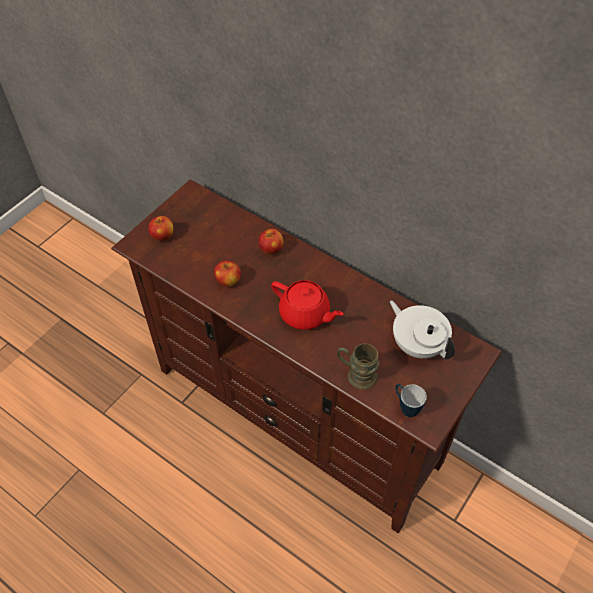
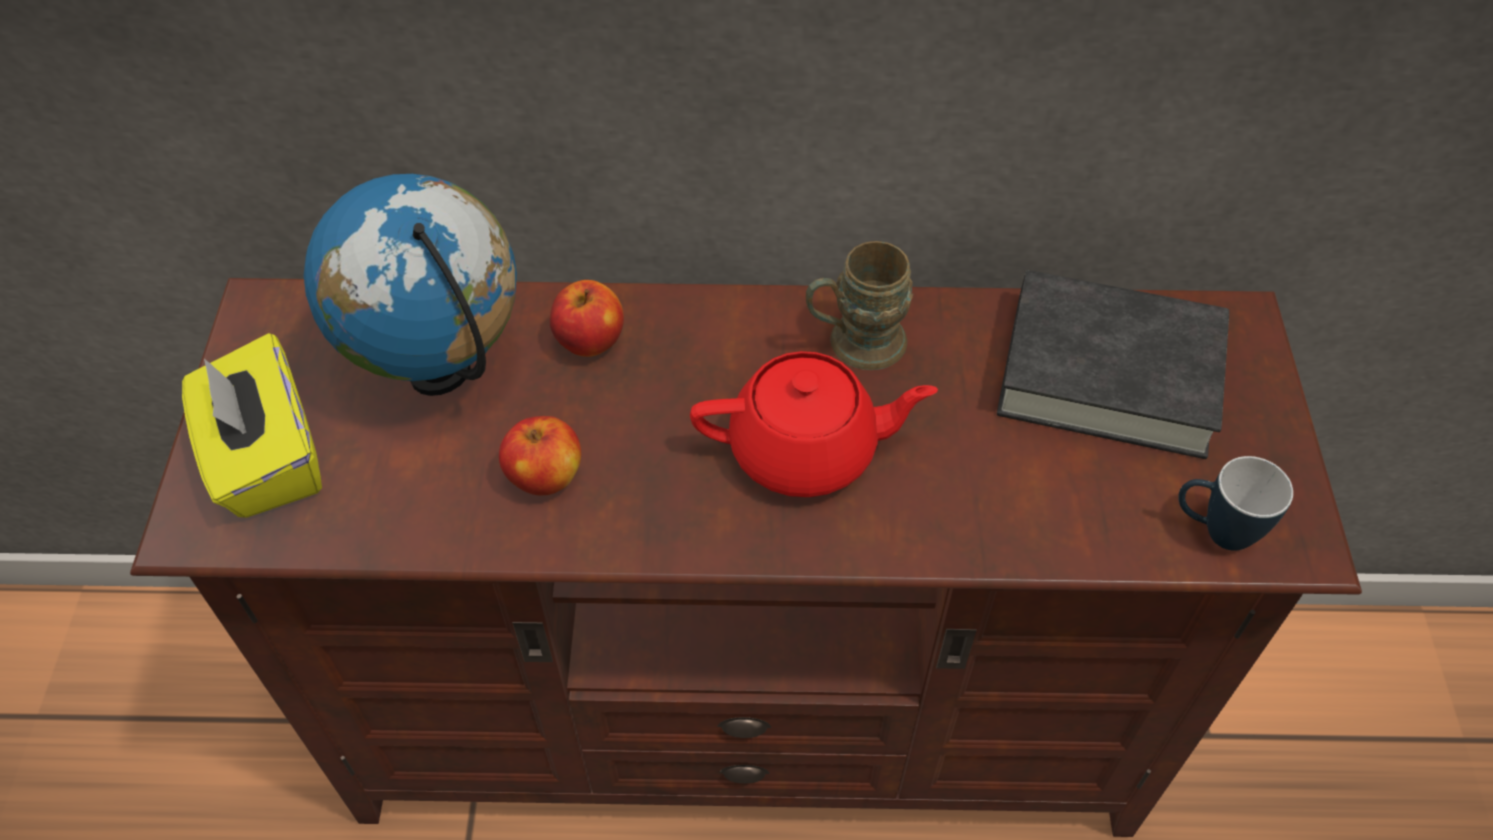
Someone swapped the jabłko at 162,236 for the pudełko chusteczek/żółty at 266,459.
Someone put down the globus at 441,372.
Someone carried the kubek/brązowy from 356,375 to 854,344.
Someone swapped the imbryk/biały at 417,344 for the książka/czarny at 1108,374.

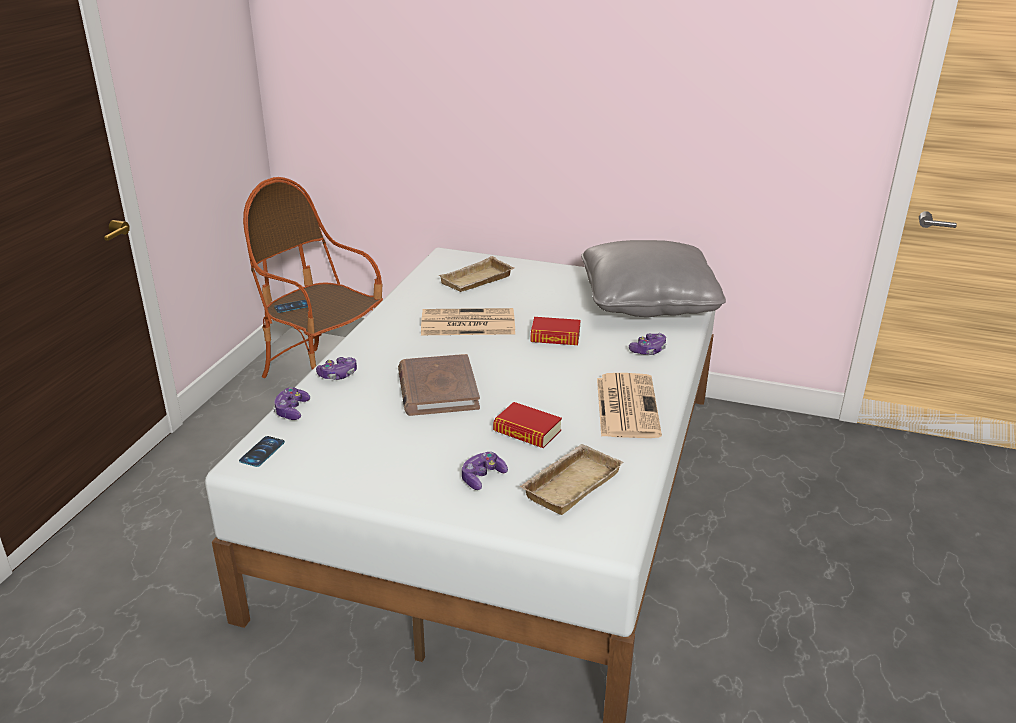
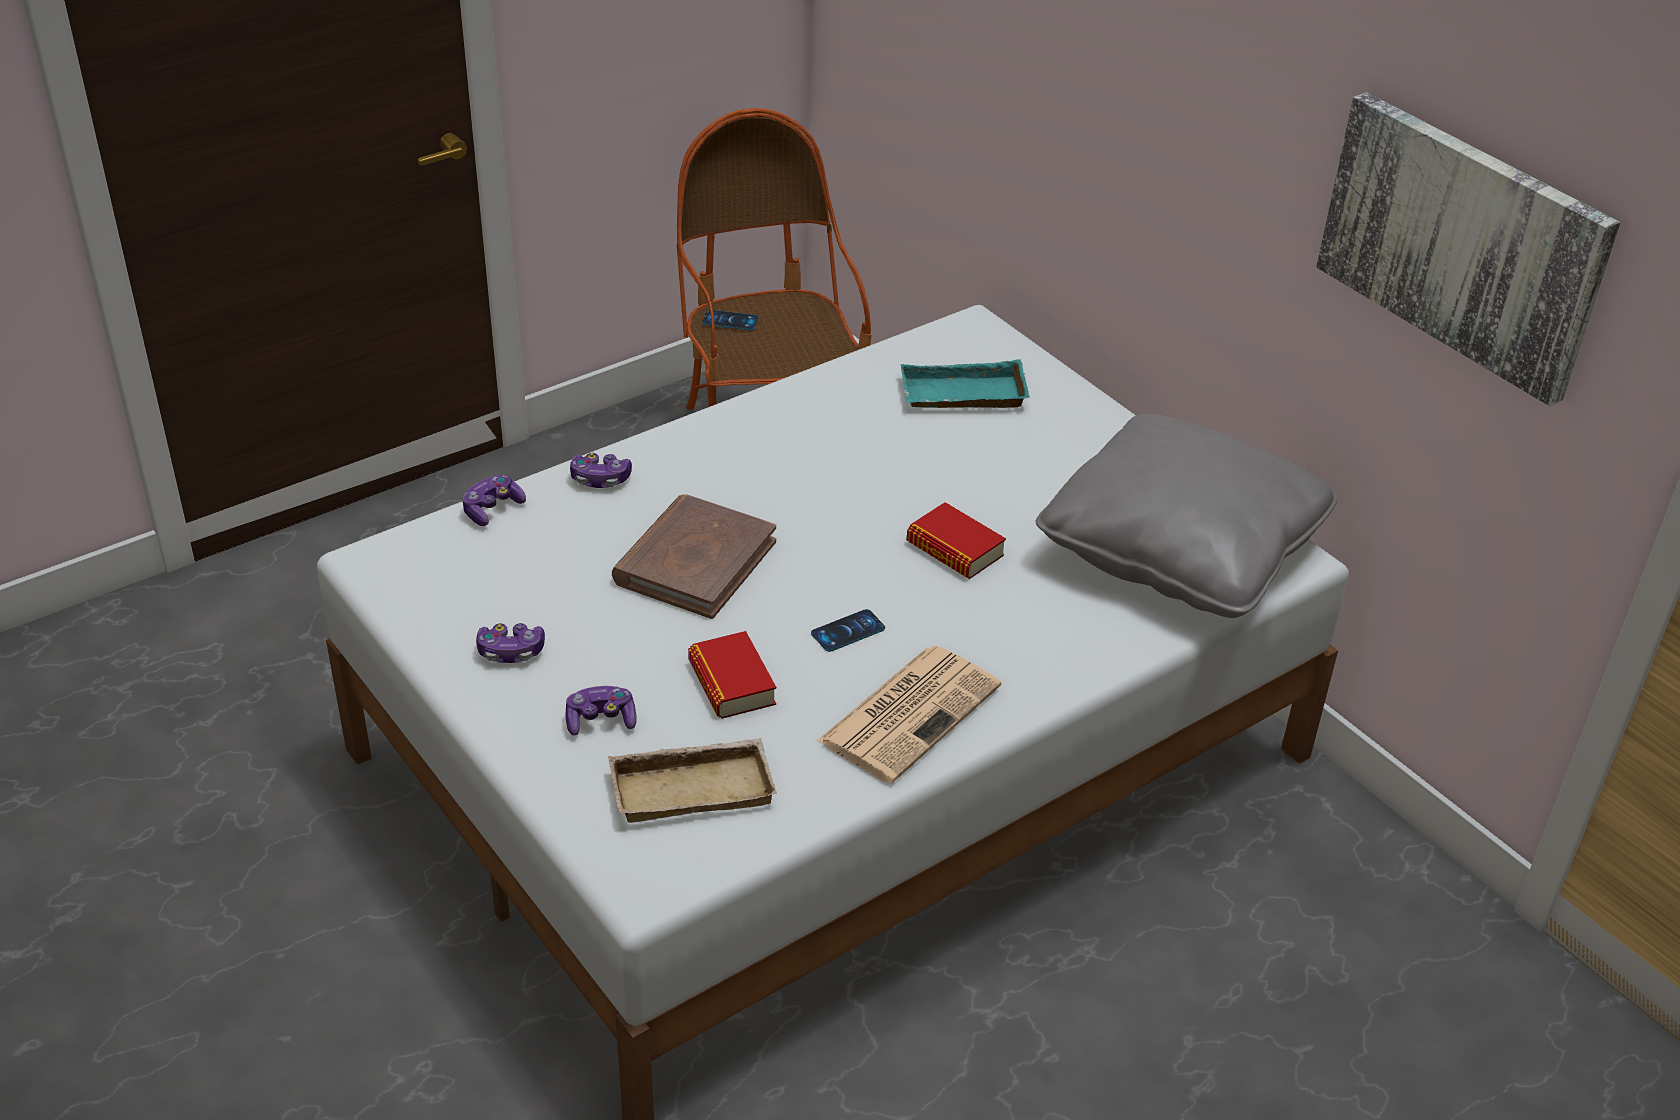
Someone carried the pad do gier from 648,350 to 511,652.
Someone carried the telefon from 262,452 to 848,631.
Someone repainted the taca/beżowy at 477,281, which became the taca/turkusowy at 961,396.
Someone put up the obraz at 1463,243.
Someone took away the gazeta at 466,323.

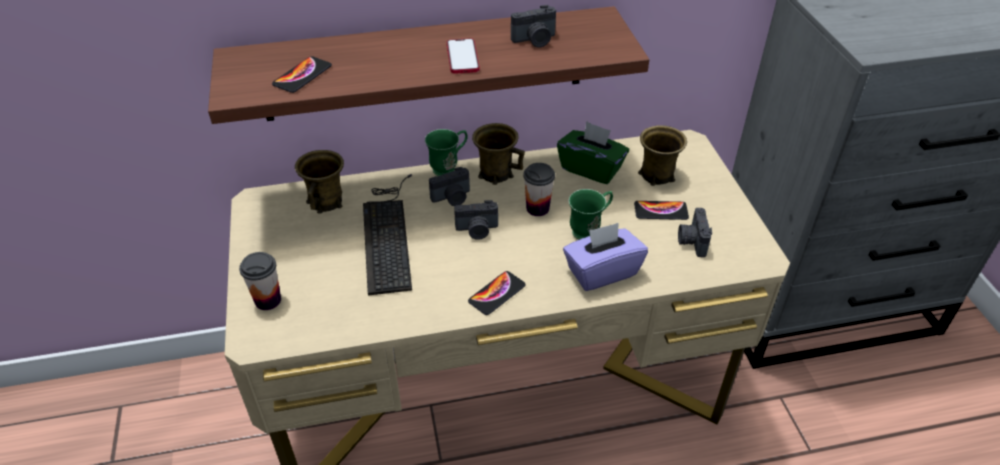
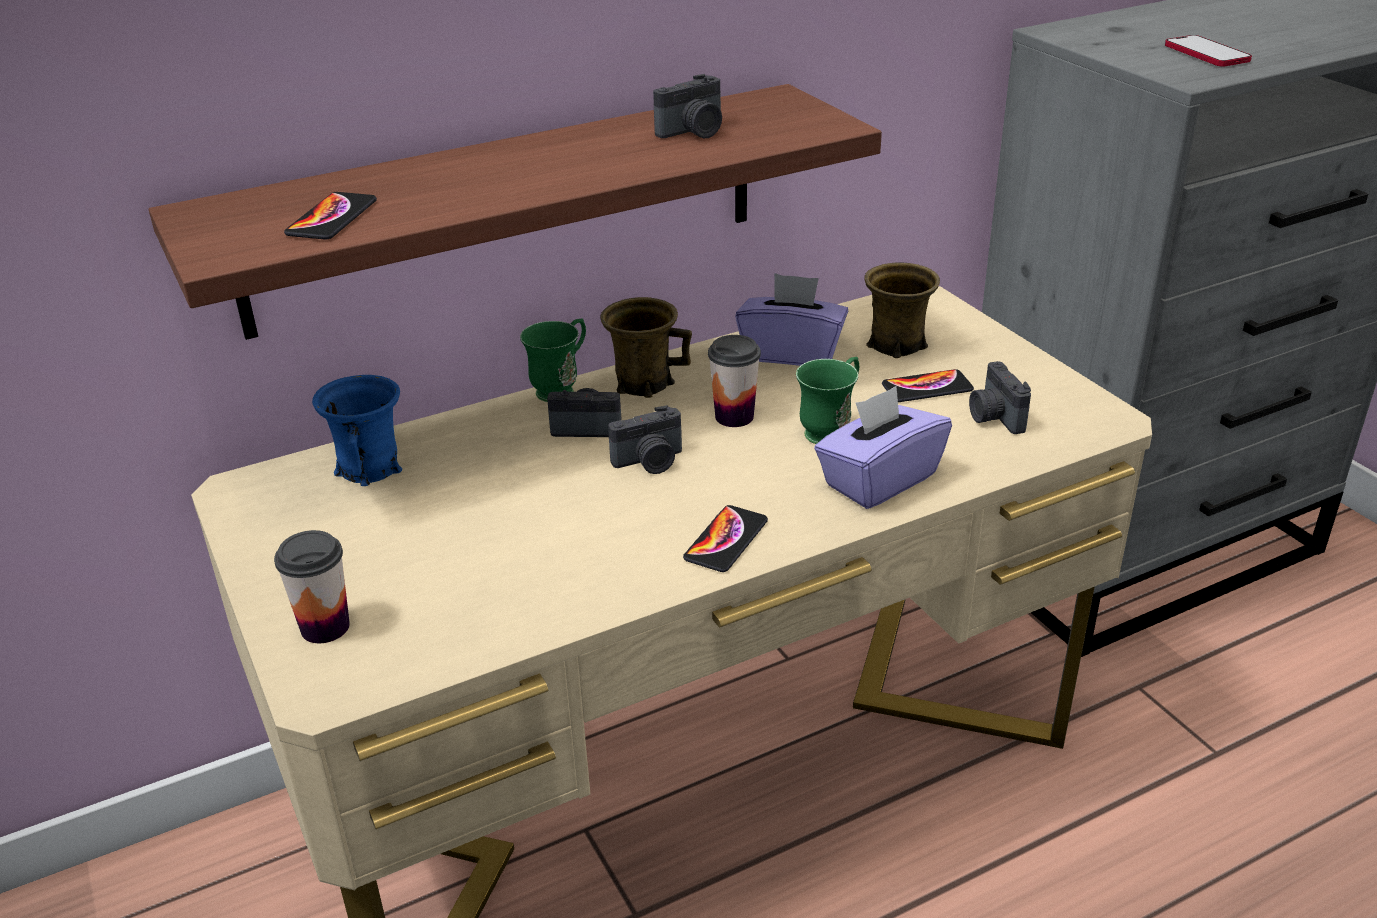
Someone repainted the kubek/brązowy at 327,201, which became the kubek/niebieski at 370,468.
Someone rotated the aparat fotograficzny at 452,198 by 135 degrees counterclockwise.
Someone repainted the pudełko chusteczek/zielony at 591,168, which became the pudełko chusteczek/fioletowy at 792,353.
Someone carried the telefon from 462,57 to 1206,54.
Someone took away the klawiatura at 388,234.

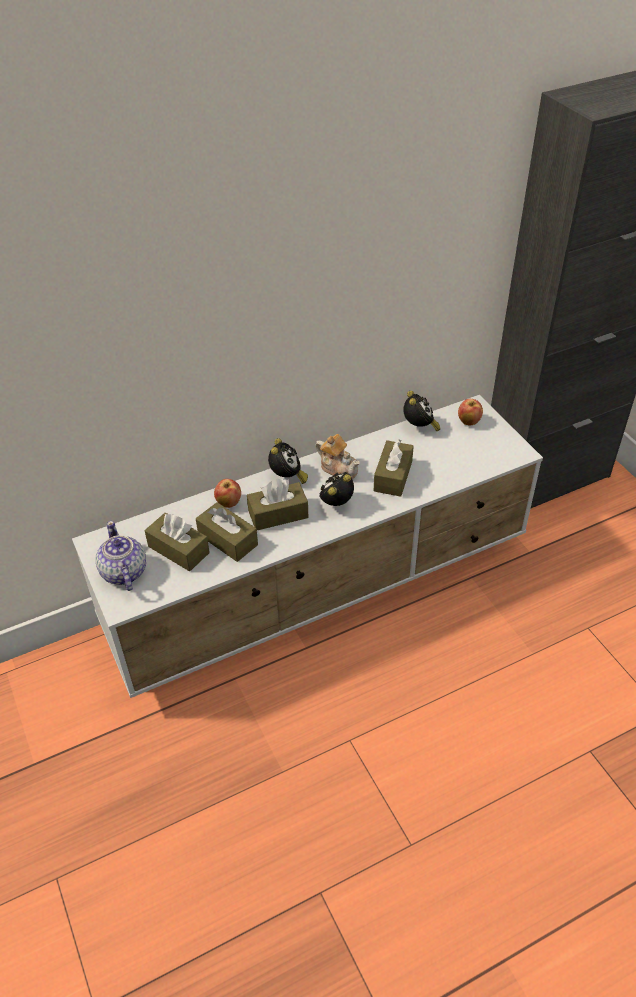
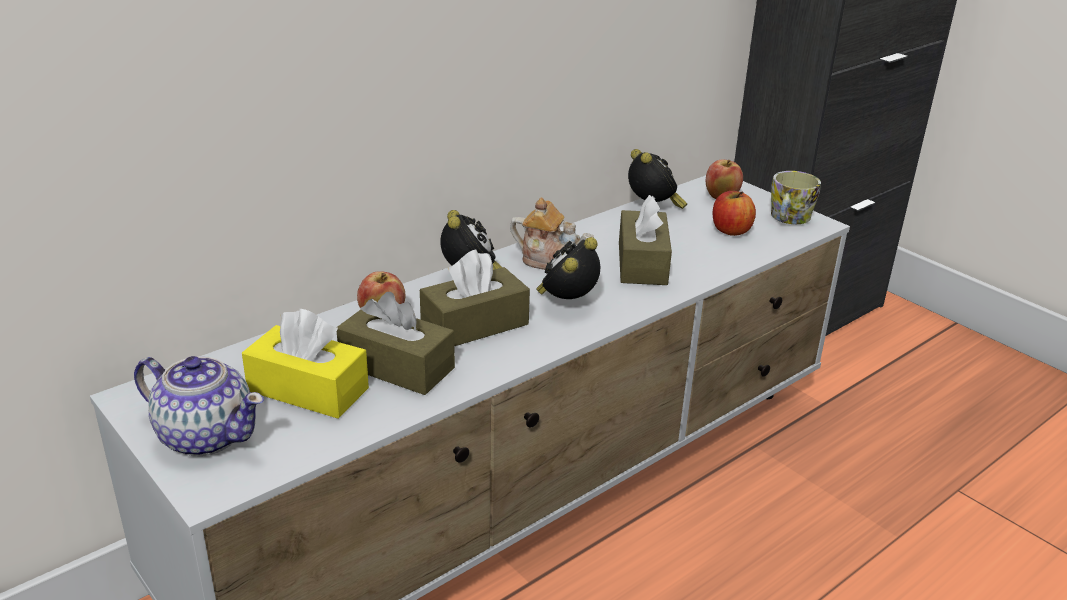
Someone rotated the imbryk at 123,572 by 150 degrees clockwise.
Someone repainted the pudełko chusteczek/brązowy at 178,549, which became the pudełko chusteczek/żółty at 308,389.
Someone put down the jabłko at 731,230.
Someone put down the kubek at 788,219.

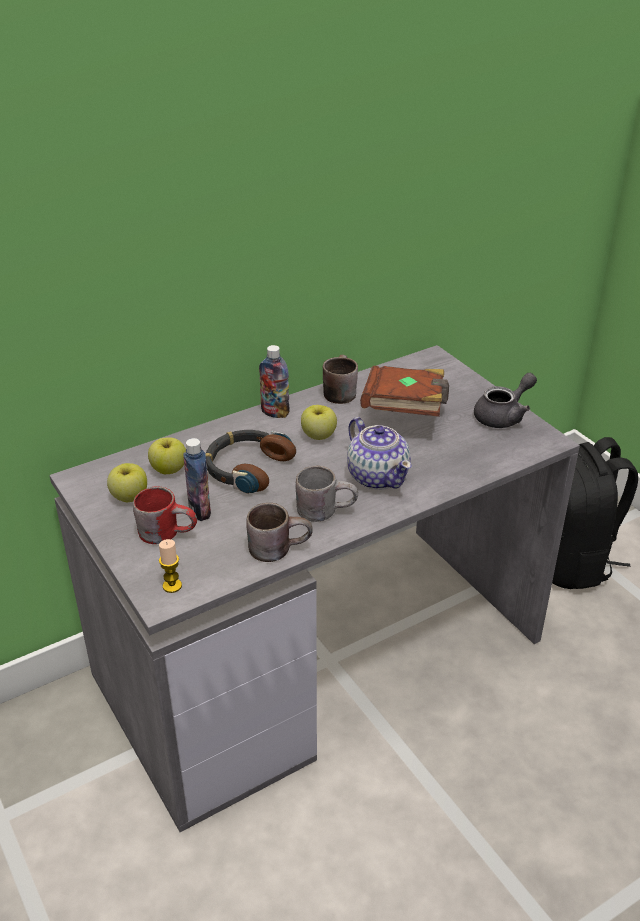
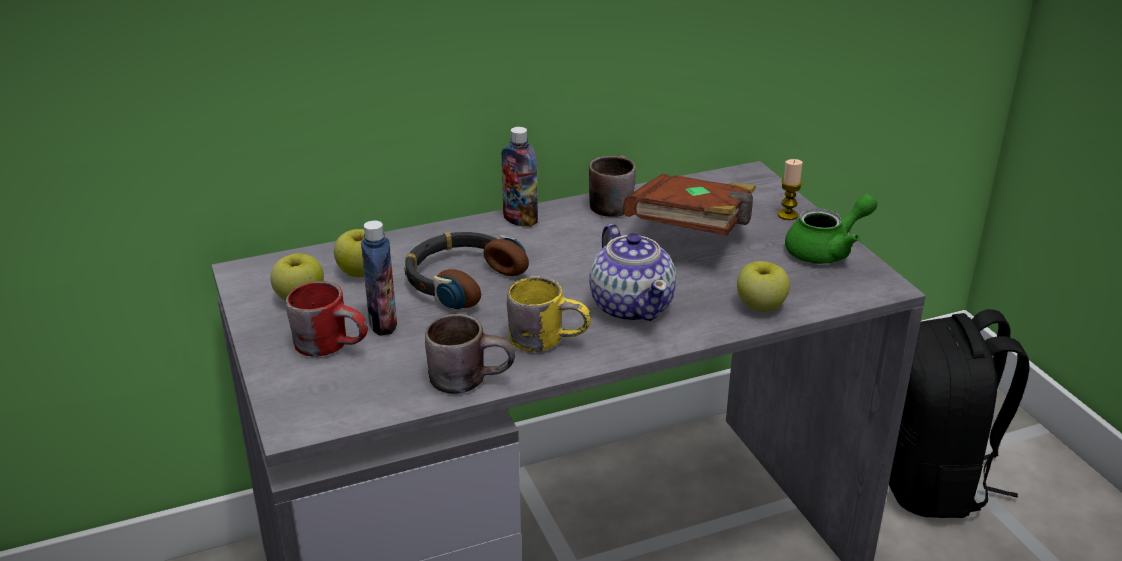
Someone repainted the kubek/szary at 325,509, which became the kubek/żółty at 548,338.
Someone carried the jabłko from 318,436 to 760,306.
Someone carried the świeca from 172,586 to 787,215.
Someone repainted the imbryk/szary at 503,416, which became the imbryk/zielony at 827,250.

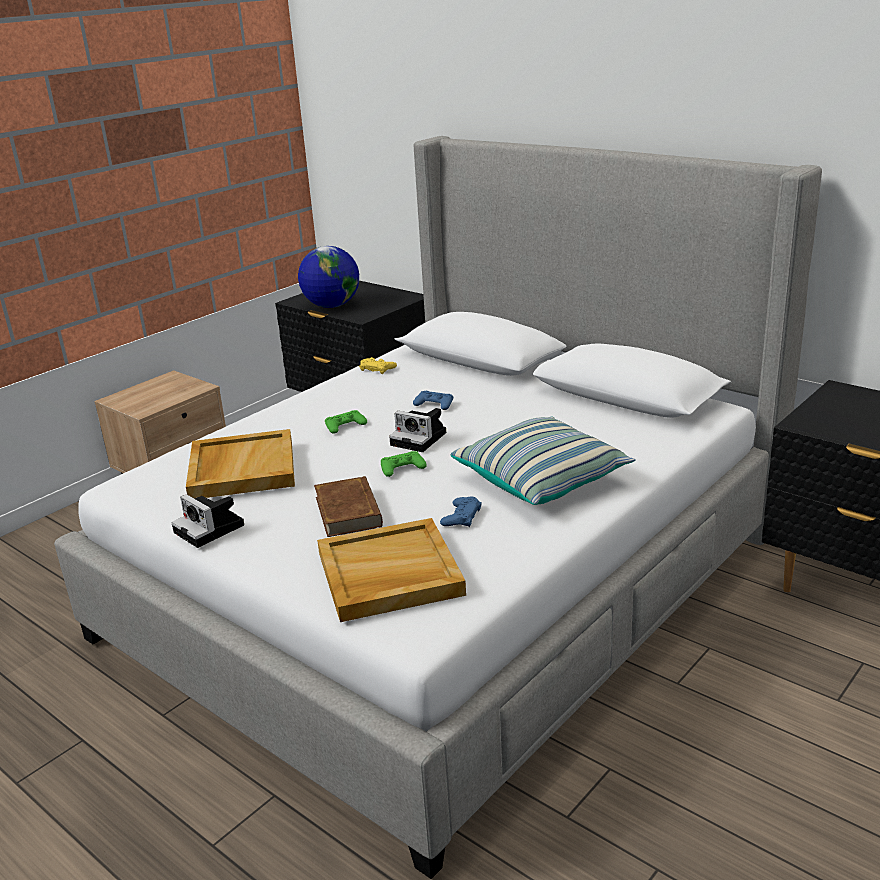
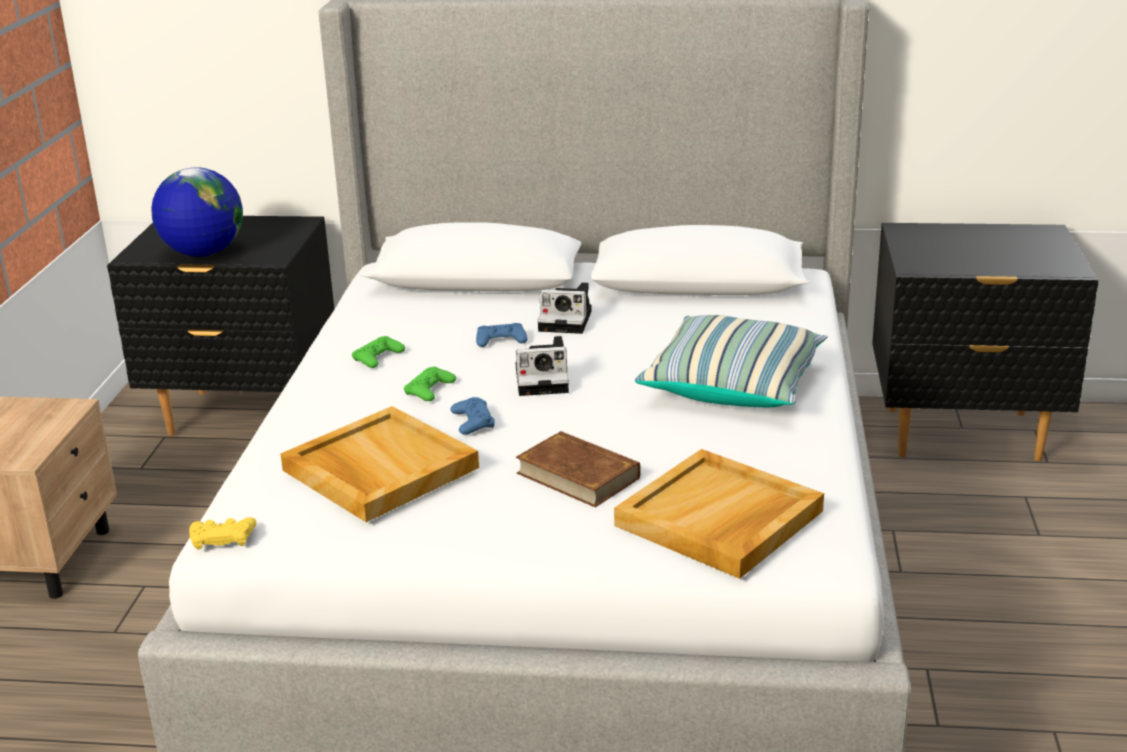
Someone carried the pad do gier/żółty from 377,369 to 222,537.
Someone carried the pad do gier/zielony from 402,468 to 378,357.
Someone carried the pad do gier/niebieski from 461,517 to 472,422.
Someone carried the aparat fotograficzny from 211,529 to 568,321.

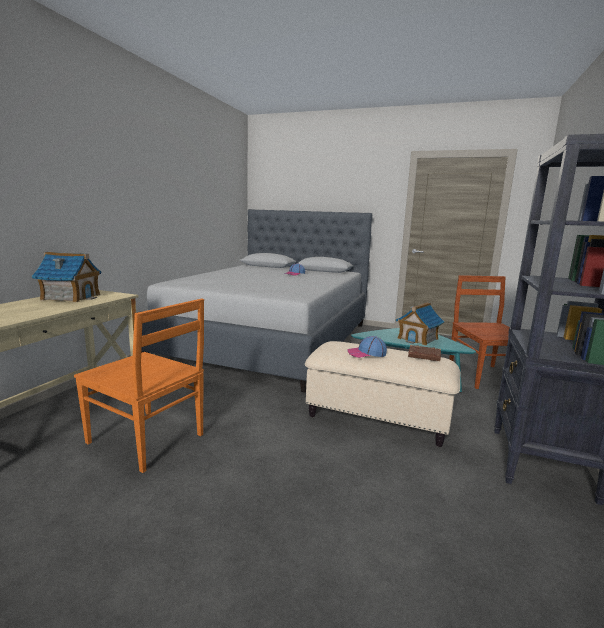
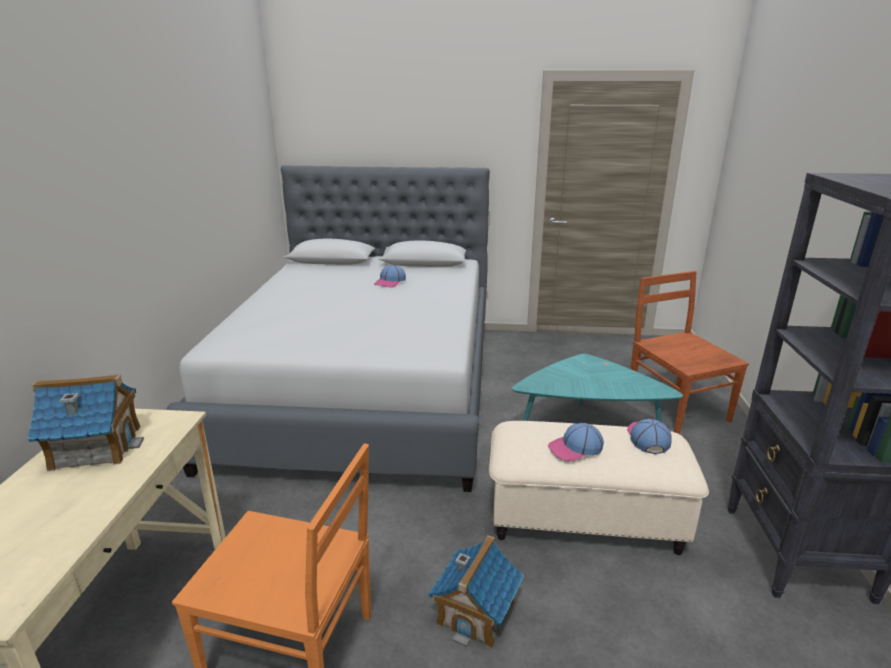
Someone carried the domek from 418,338 to 476,612.
Someone swapped the książka/brązowy at 423,356 for the czapka z daszkiem at 647,438.

